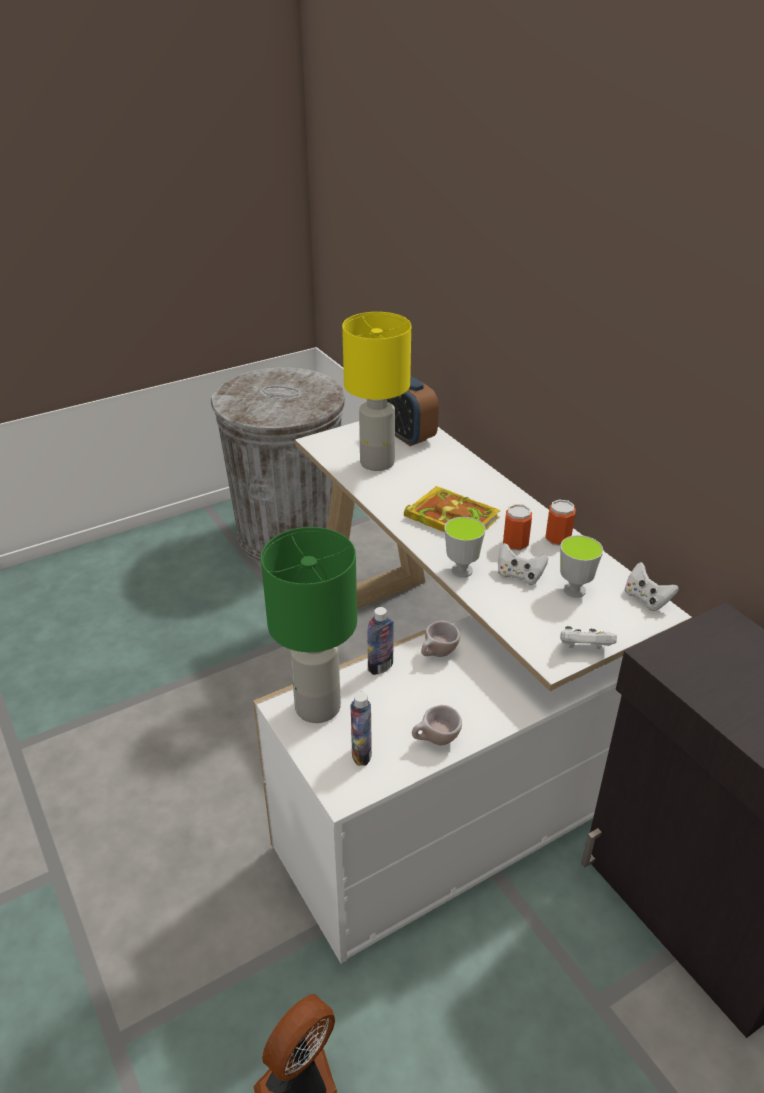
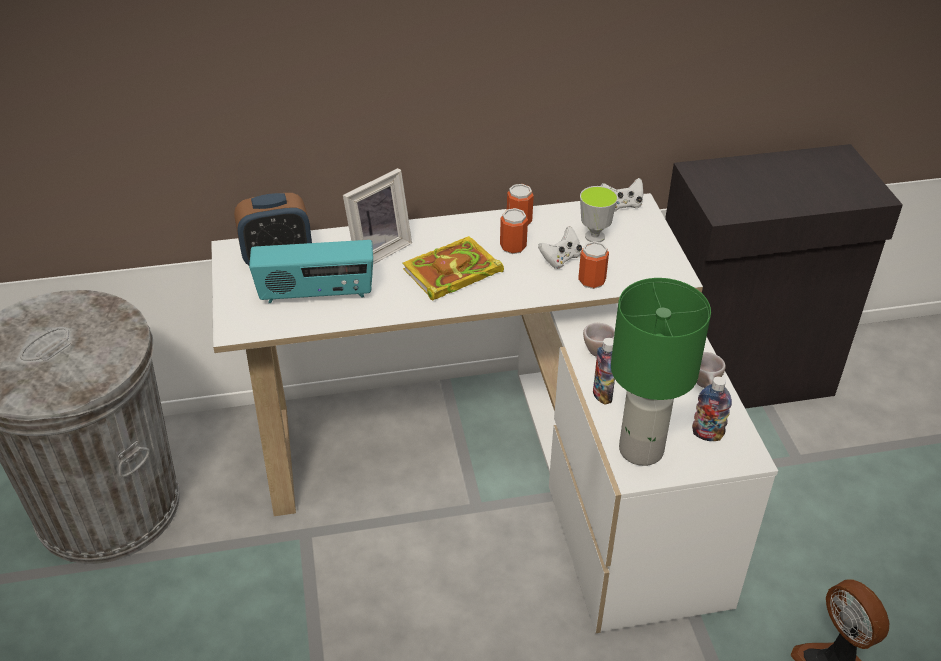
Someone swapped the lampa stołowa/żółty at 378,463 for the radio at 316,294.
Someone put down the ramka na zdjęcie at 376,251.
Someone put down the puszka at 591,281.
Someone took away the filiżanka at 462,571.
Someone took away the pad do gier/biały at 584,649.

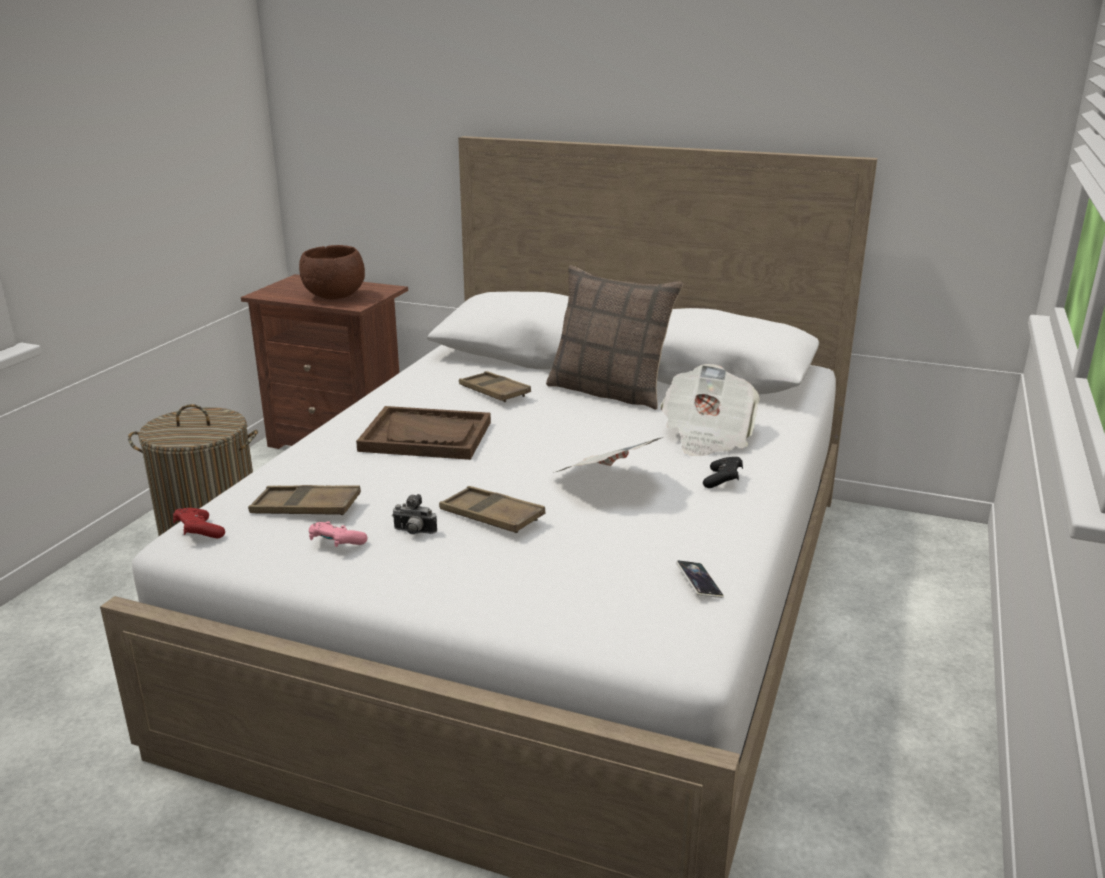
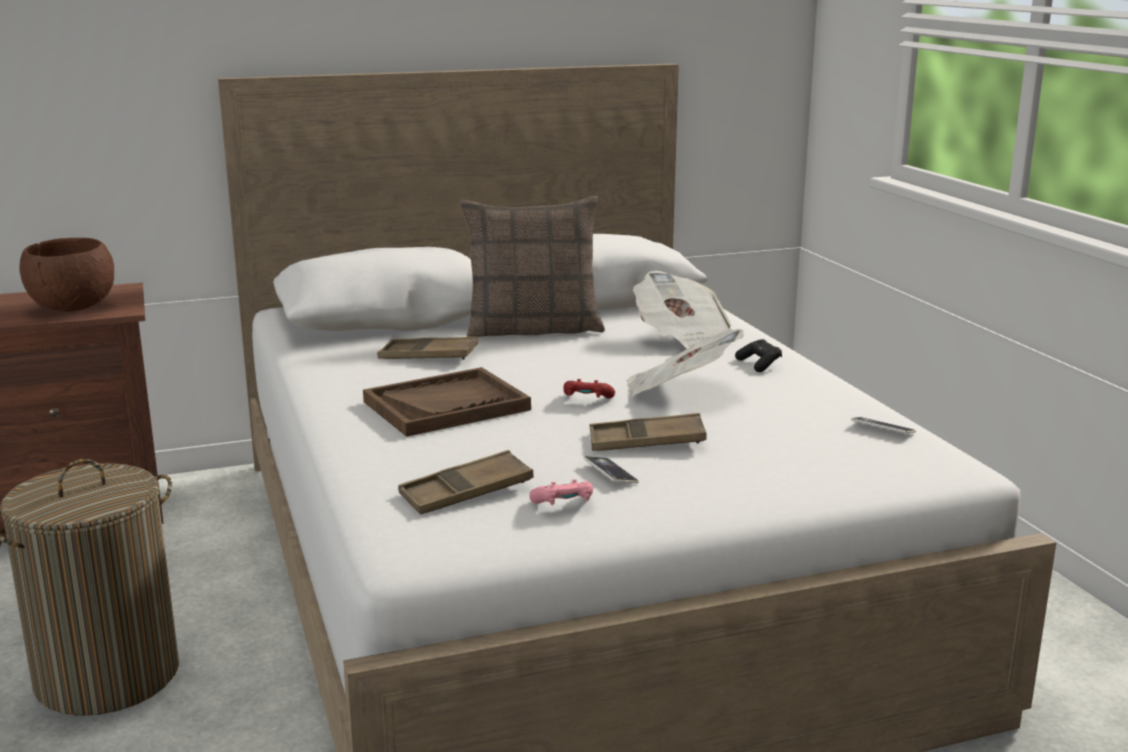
Someone carried the pad do gier/czerwony from 199,532 to 587,400.
Someone swapped the aparat fotograficzny at 414,532 for the telefon at 610,474.

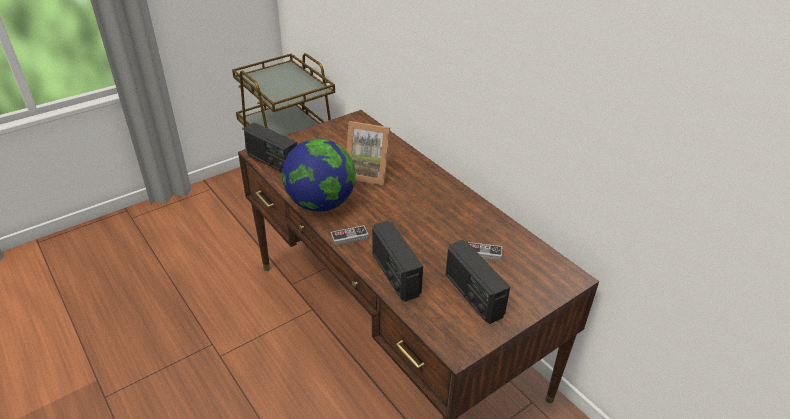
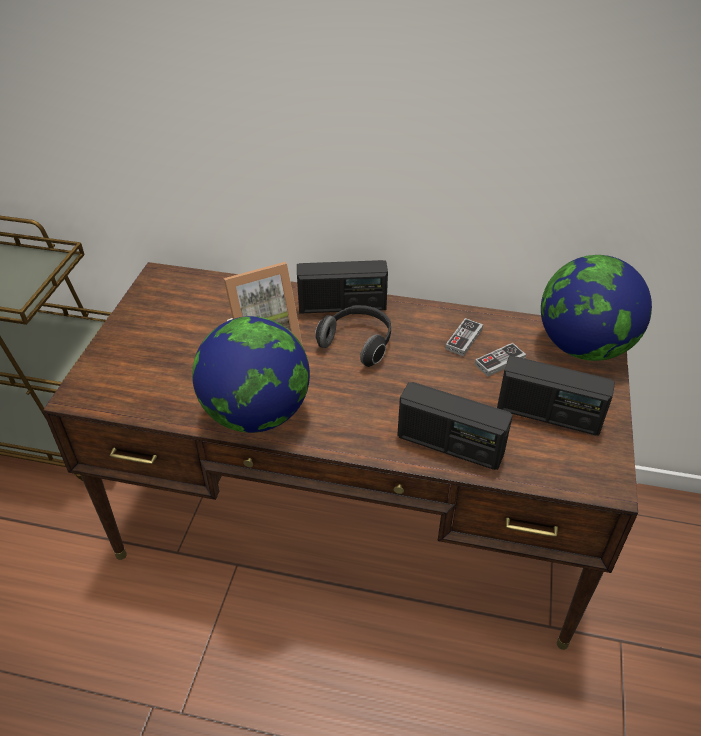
Someone carried the radio from 272,162 to 342,306.
Someone put down the słuchawki at 358,343.
Someone carried the pad do gier from 349,237 to 464,339.
Someone put down the globus at 583,347.

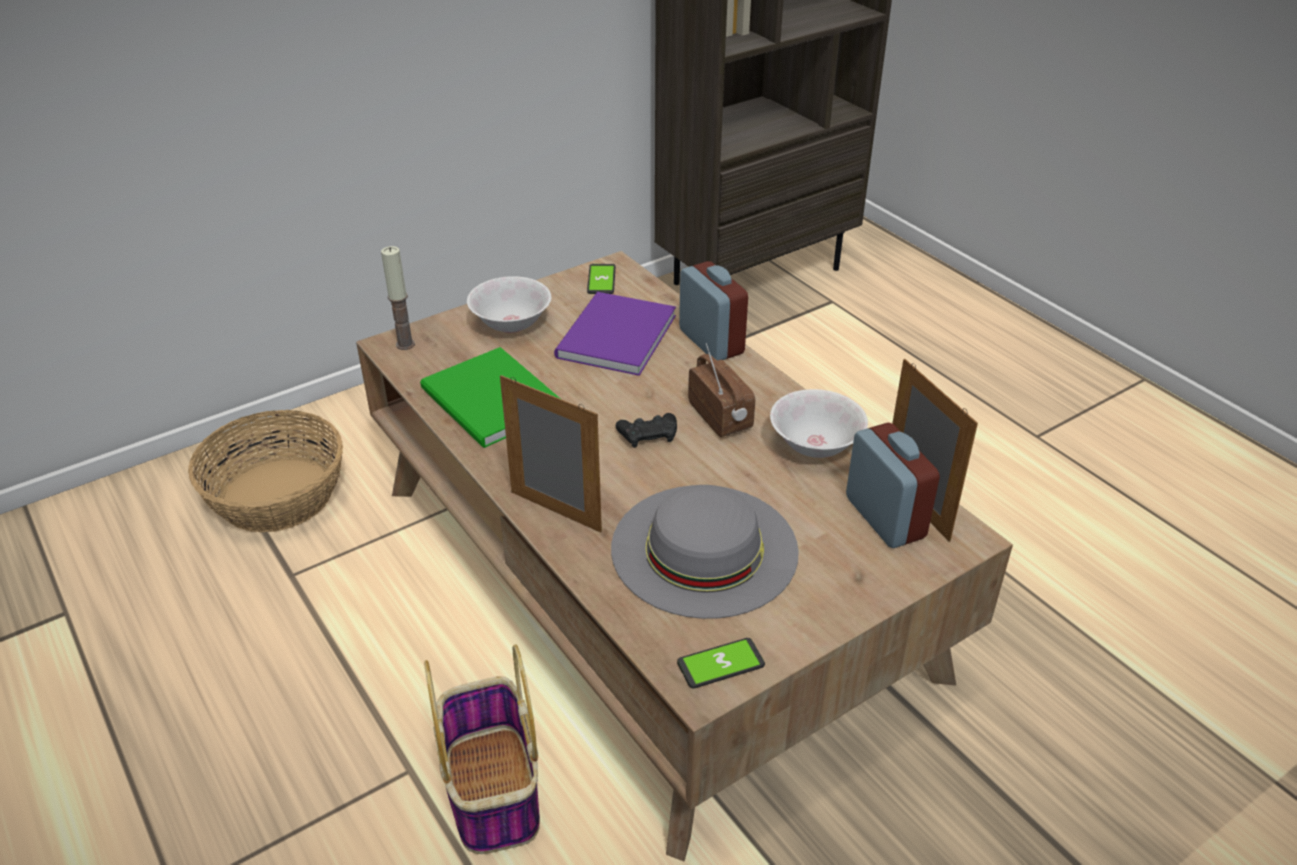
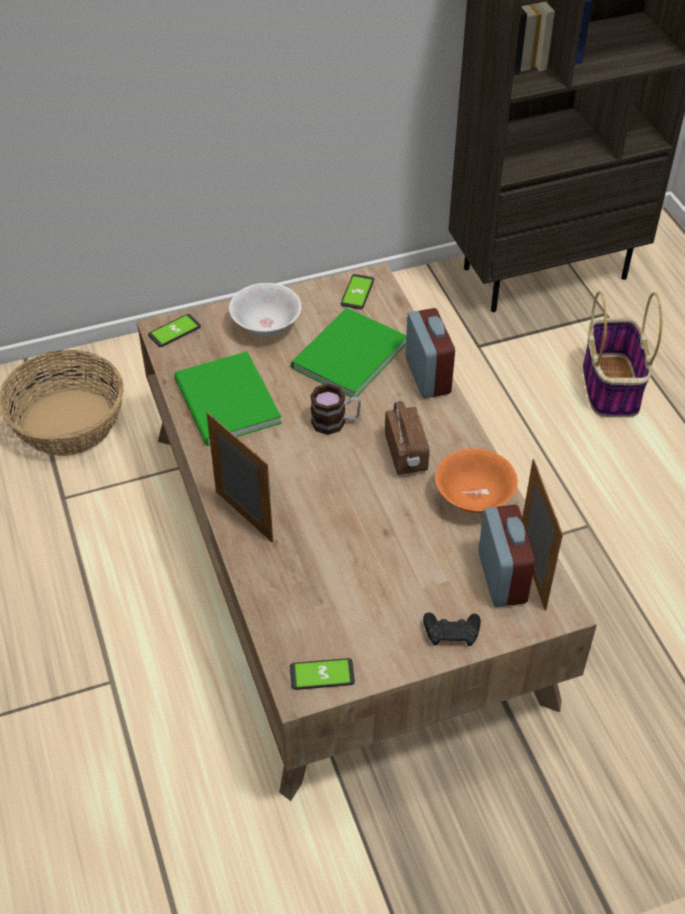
Someone swapped the świeca at 405,344 for the telefon at 174,331.
Someone repainted the książka/fioletowy at 612,338, which became the książka/zielony at 345,356.
Someone put down the kubek at 335,422.
Someone carried the pad do gier/czarny from 648,435 to 451,632.
Someone repainted the miska/biały at 816,446, which became the miska/pomarańczowy at 474,498.
Someone carried the koszyk from 491,788 to 610,385.
Someone took away the kapelusz/szary at 704,548.

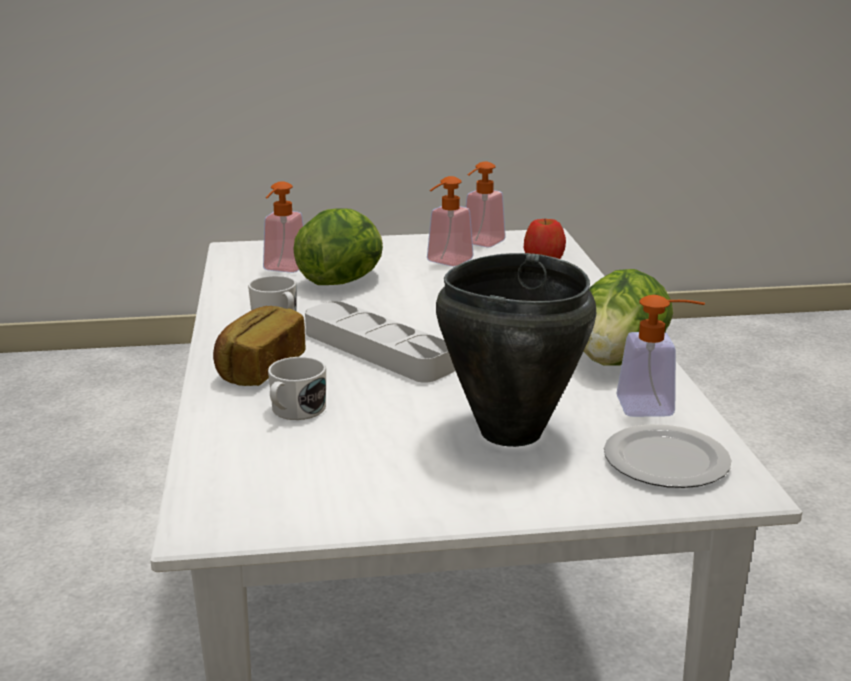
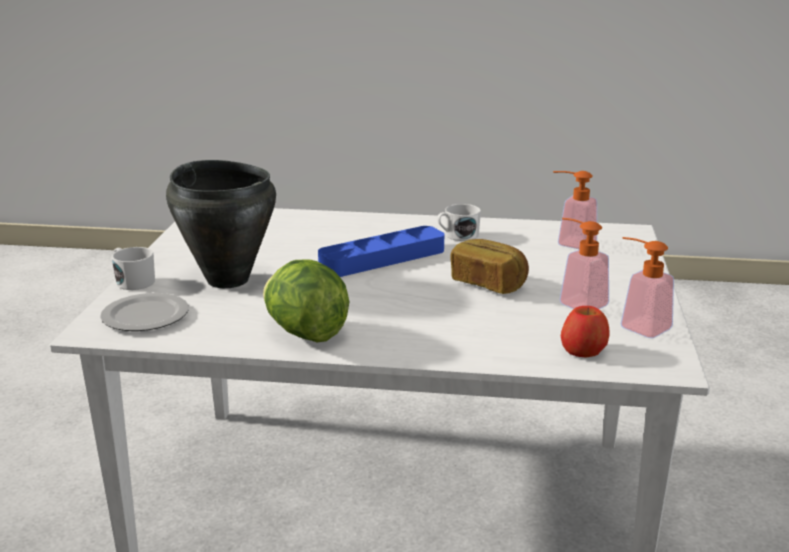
Someone carried the kubek/biały from 294,411 to 132,281.
Someone repainted the taca/szary at 377,350, which became the taca/niebieski at 382,258.
Someone carried the chleb from 259,368 to 488,283.
Someone took away the sałata at 343,281.
Someone took away the dozownik mydła at 656,407.

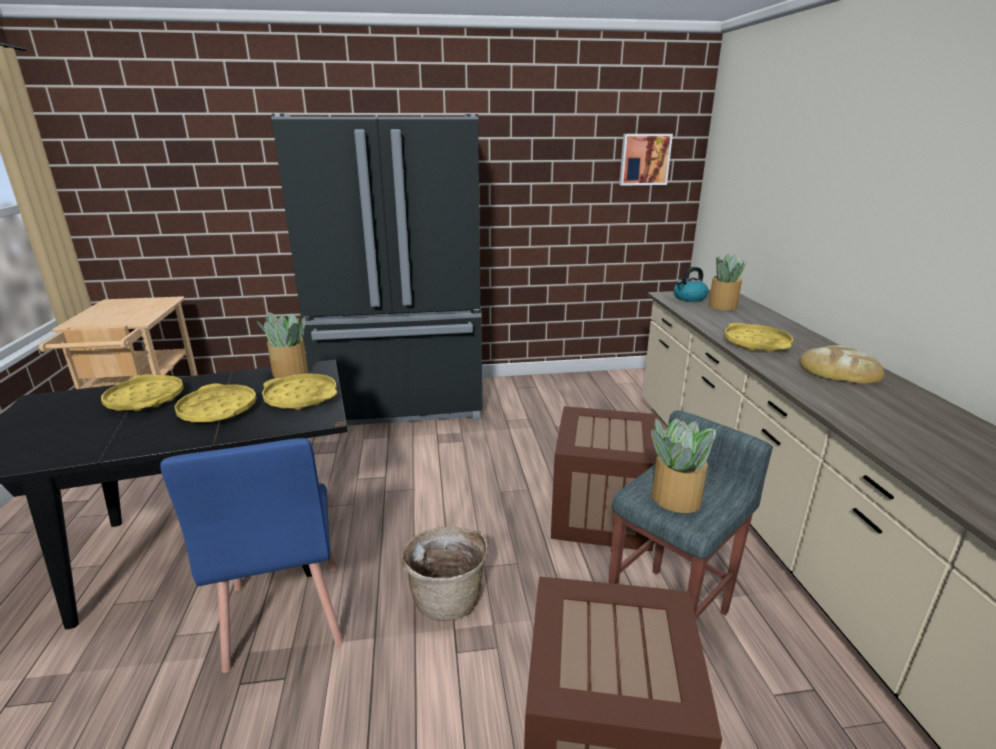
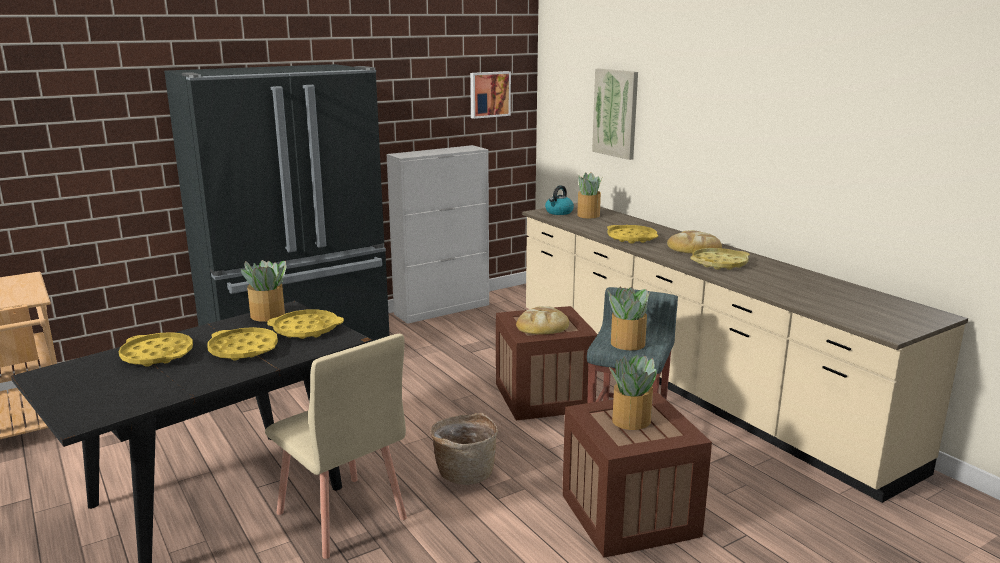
Someone repainted the krzesło/niebieski at 284,615, which became the krzesło/beżowy at 341,516.
Someone put down the szafka/biały at 443,309.
Someone put down the chleb at 542,325.
Someone put up the obraz at 616,113.
Someone put down the roślina doniczkowa at 630,421.
Someone put down the taca/żółty at 719,263.

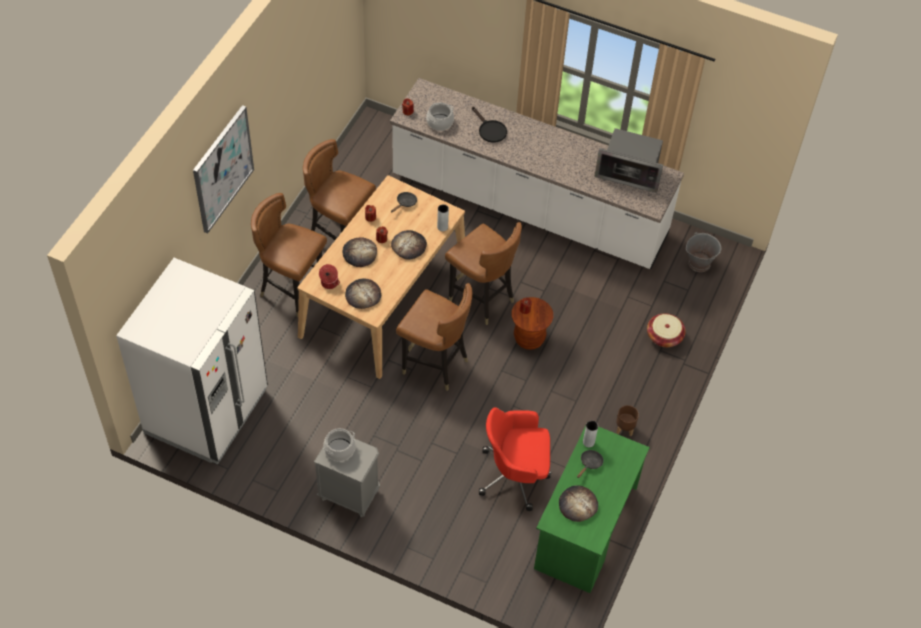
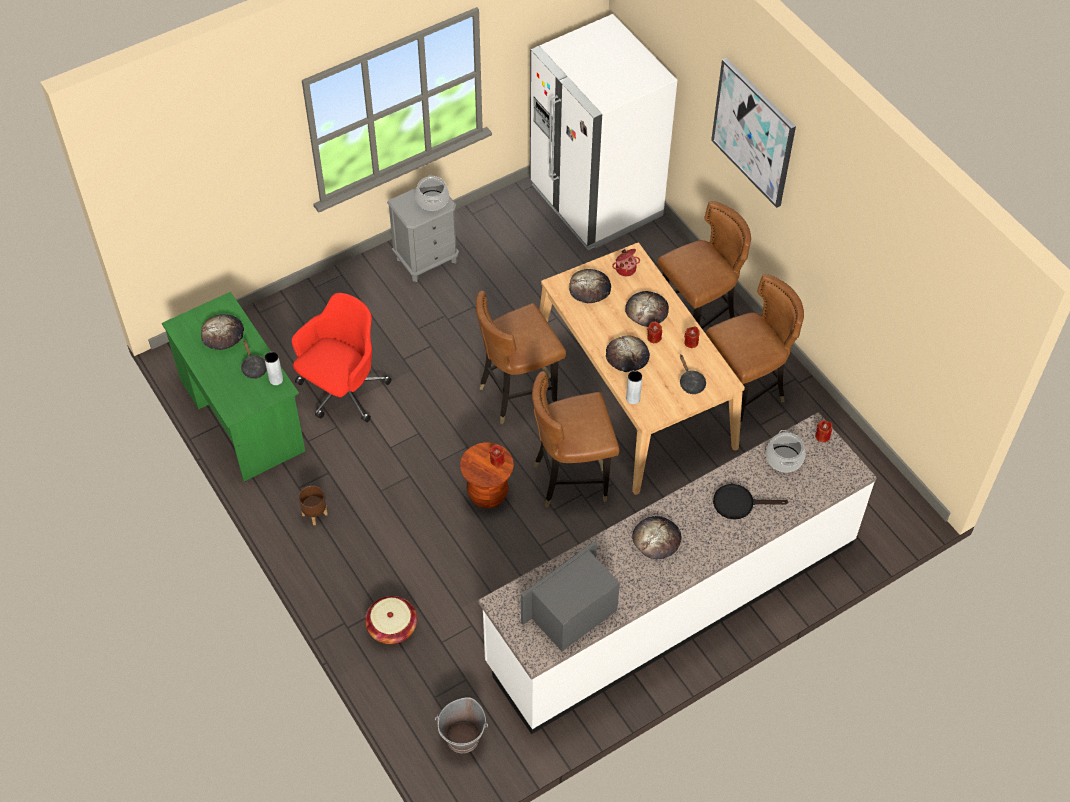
Someone put down the chleb at 656,539.

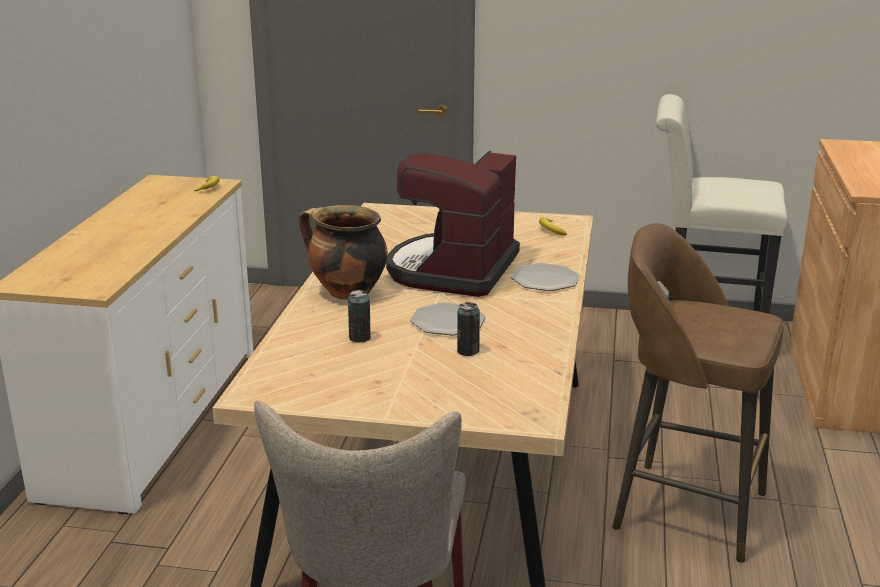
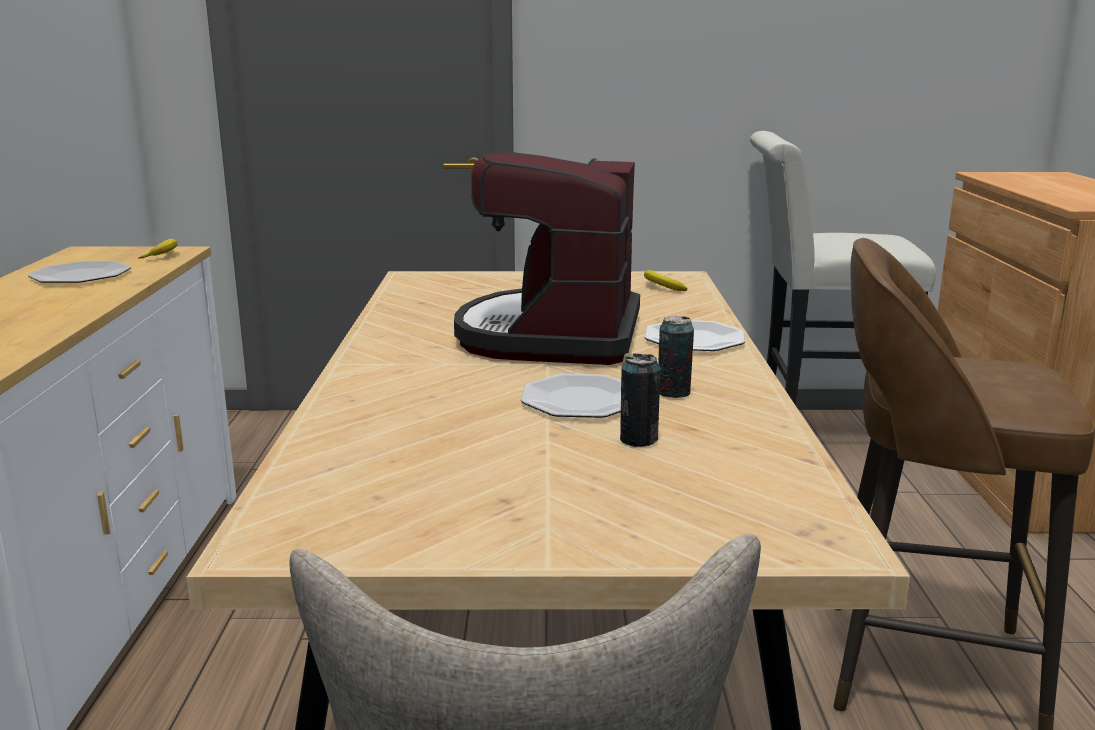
Someone put down the talerz at 81,275.
Someone carried the puszka from 359,338 to 673,393.
Someone took away the garnek at 346,293.

